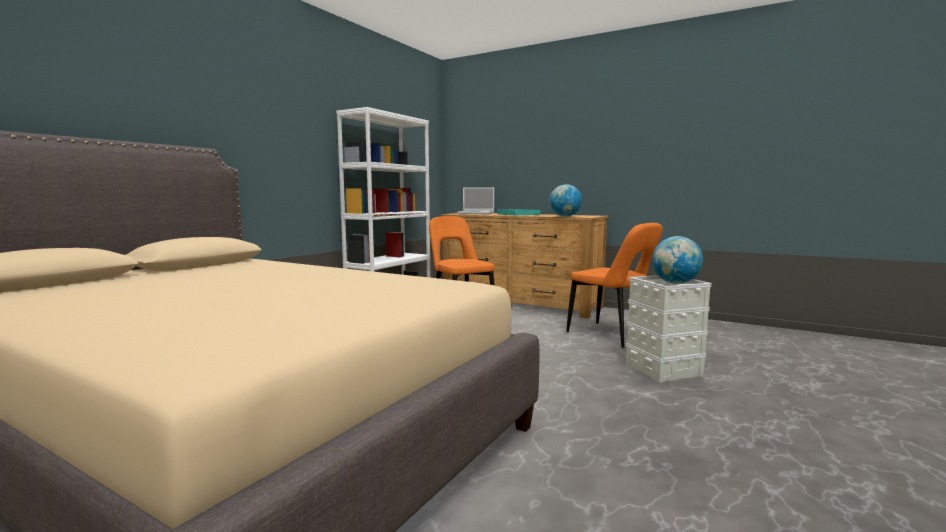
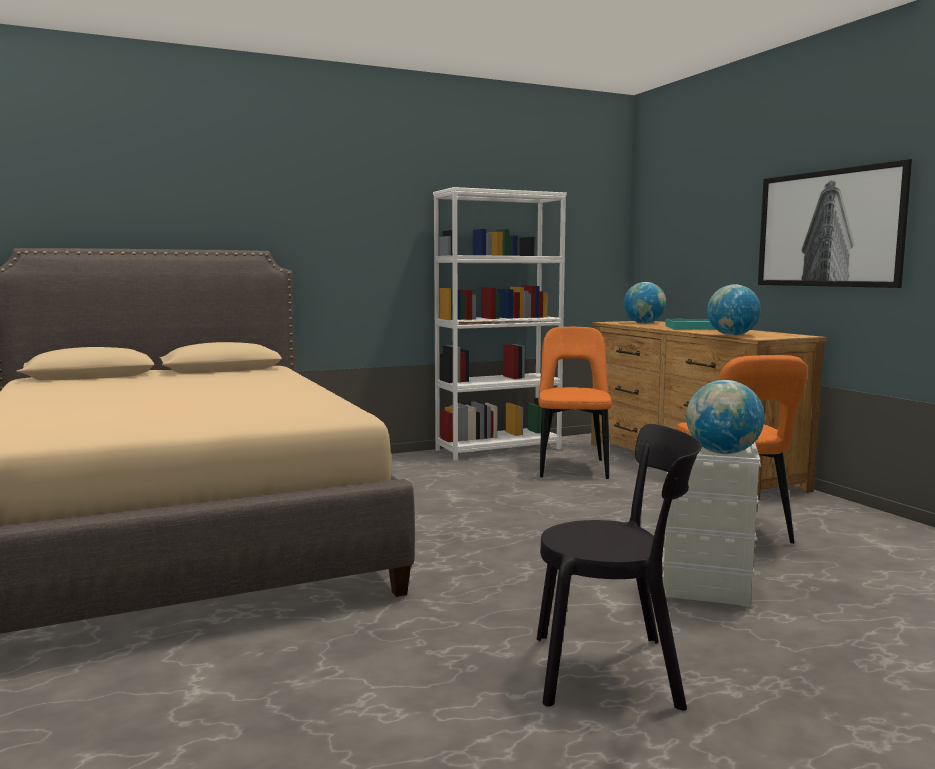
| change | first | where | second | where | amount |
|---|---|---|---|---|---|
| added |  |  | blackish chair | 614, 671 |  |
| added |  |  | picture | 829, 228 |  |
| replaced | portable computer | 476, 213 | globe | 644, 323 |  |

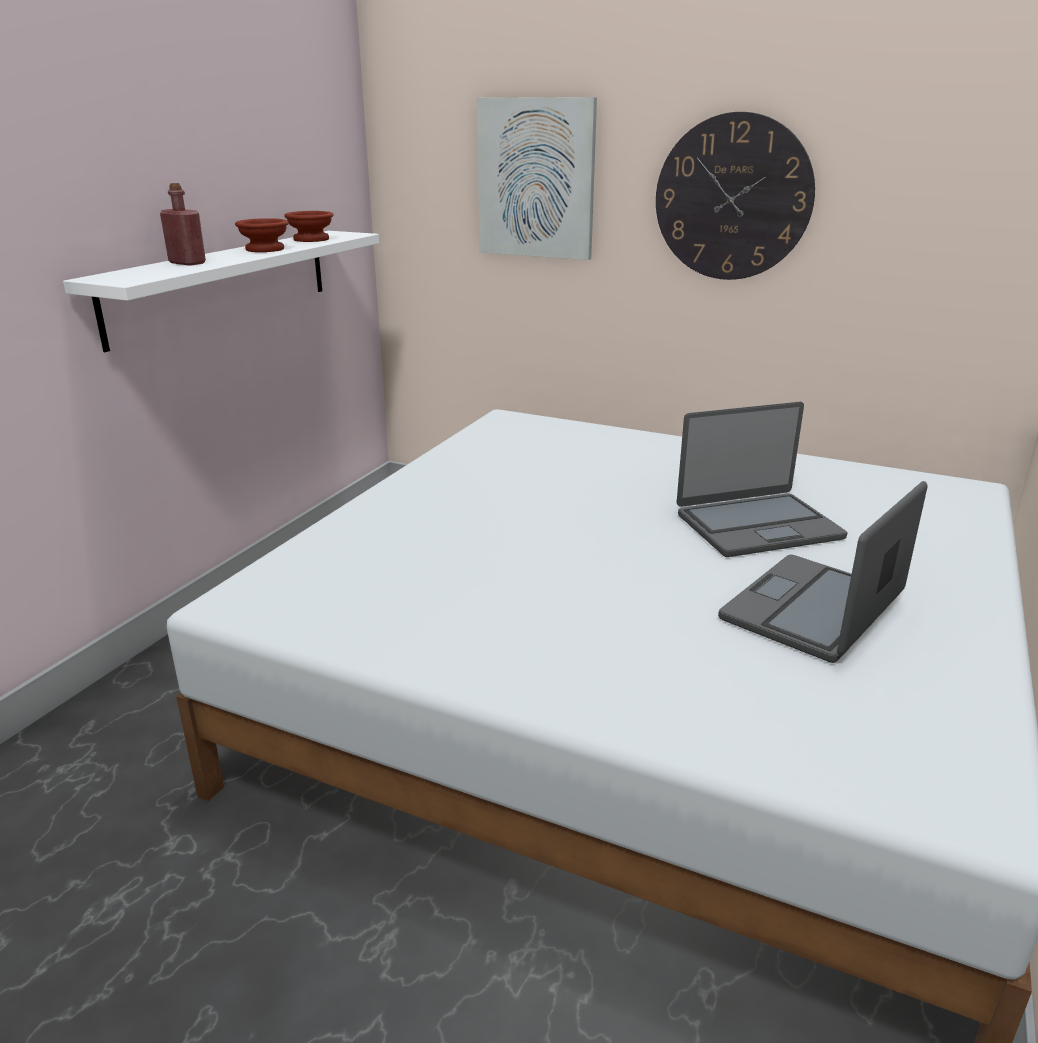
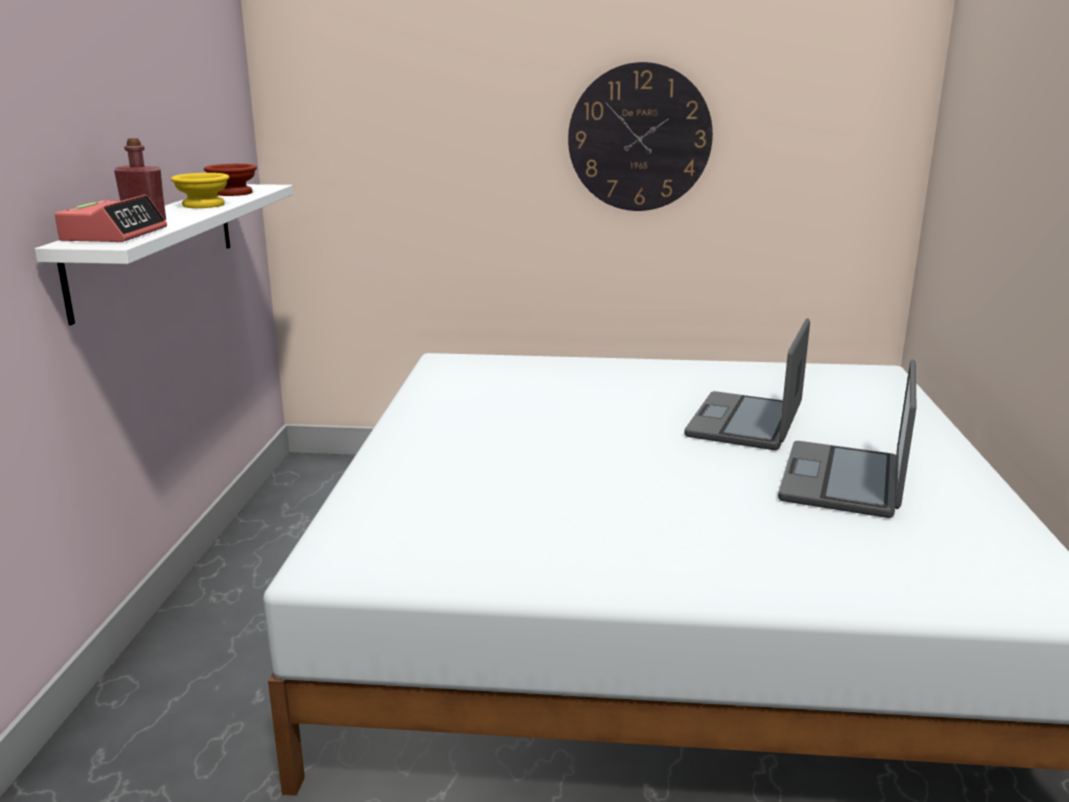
| change | first | where | second | where | amount |
|---|---|---|---|---|---|
| removed | picture | 536, 179 |  |  |  |
| added |  |  | bedside clock | 115, 234 |  |
| recoloured | brown-coloured deep dish | 266, 249 | yellow deep dish | 205, 205 |  |
| turned | portable computer | 757, 526 |  | 746, 423 | 150 degrees clockwise |

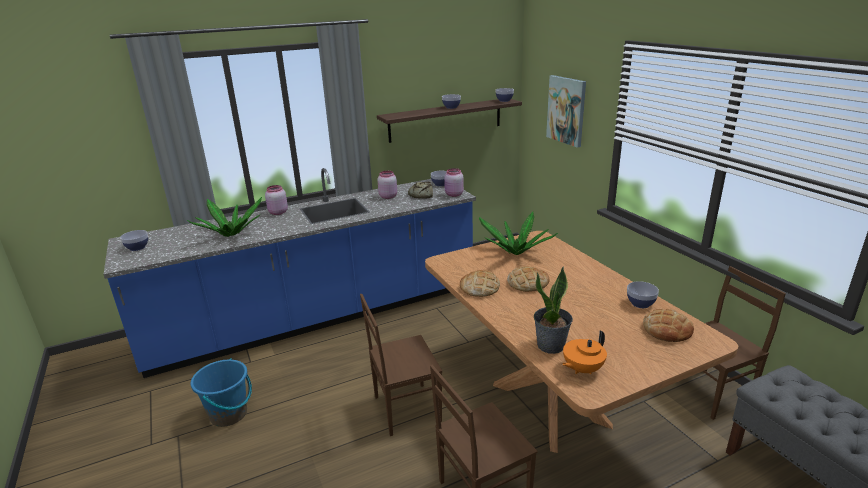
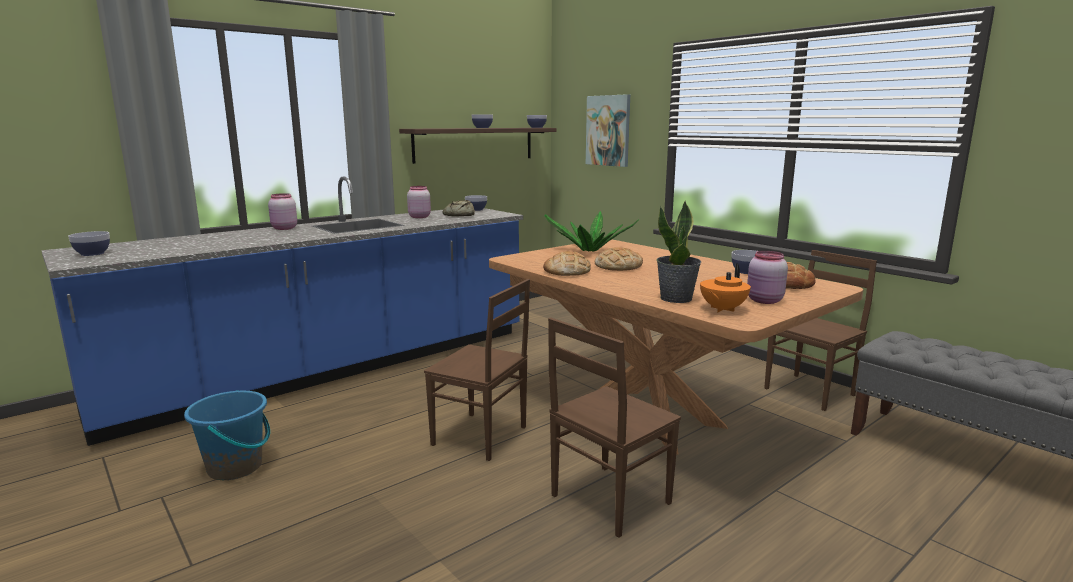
| change | first | where | second | where | amount |
|---|---|---|---|---|---|
| removed | plant in a pot | 231, 234 |  |  |  |
| moved | pink preserve jar | 453, 194 |  | 764, 301 |  |
| turned | brown-coloured chair | 405, 408 |  | 480, 437 | 120 degrees counterclockwise |

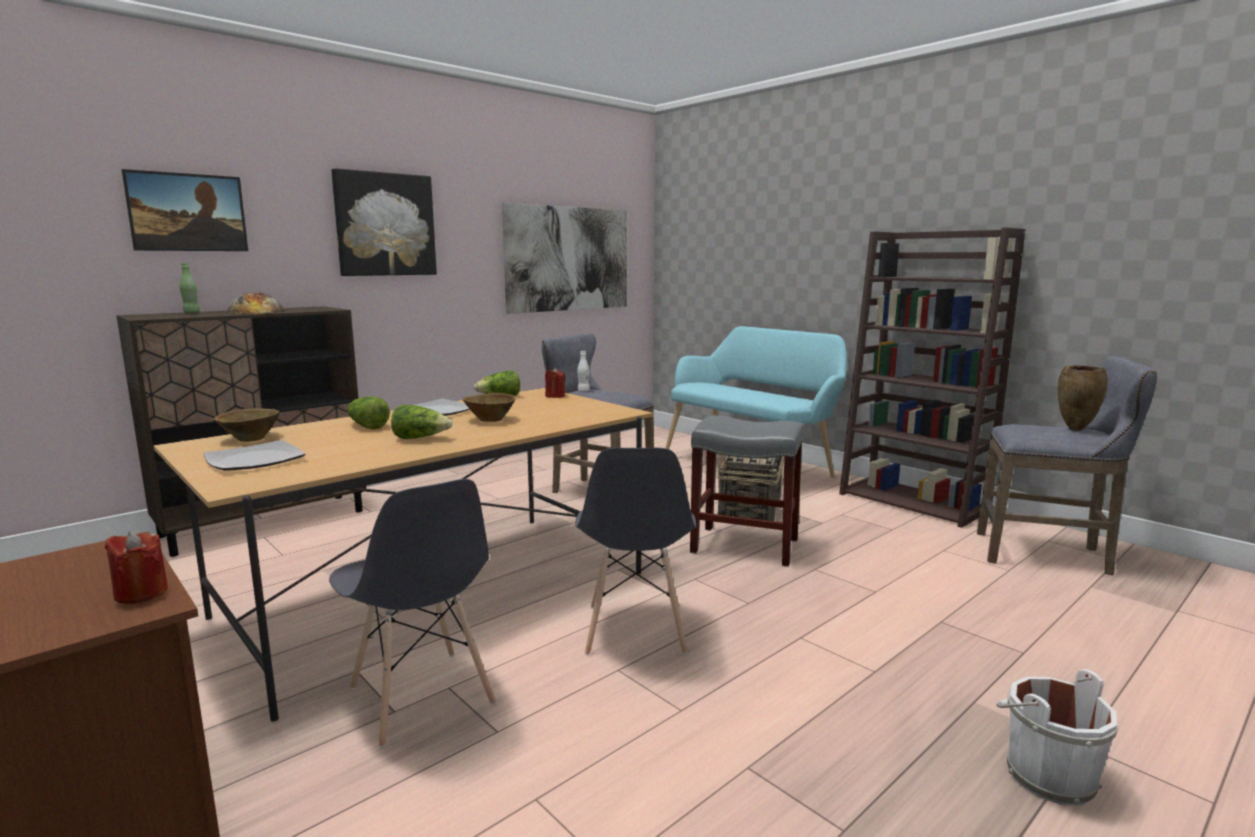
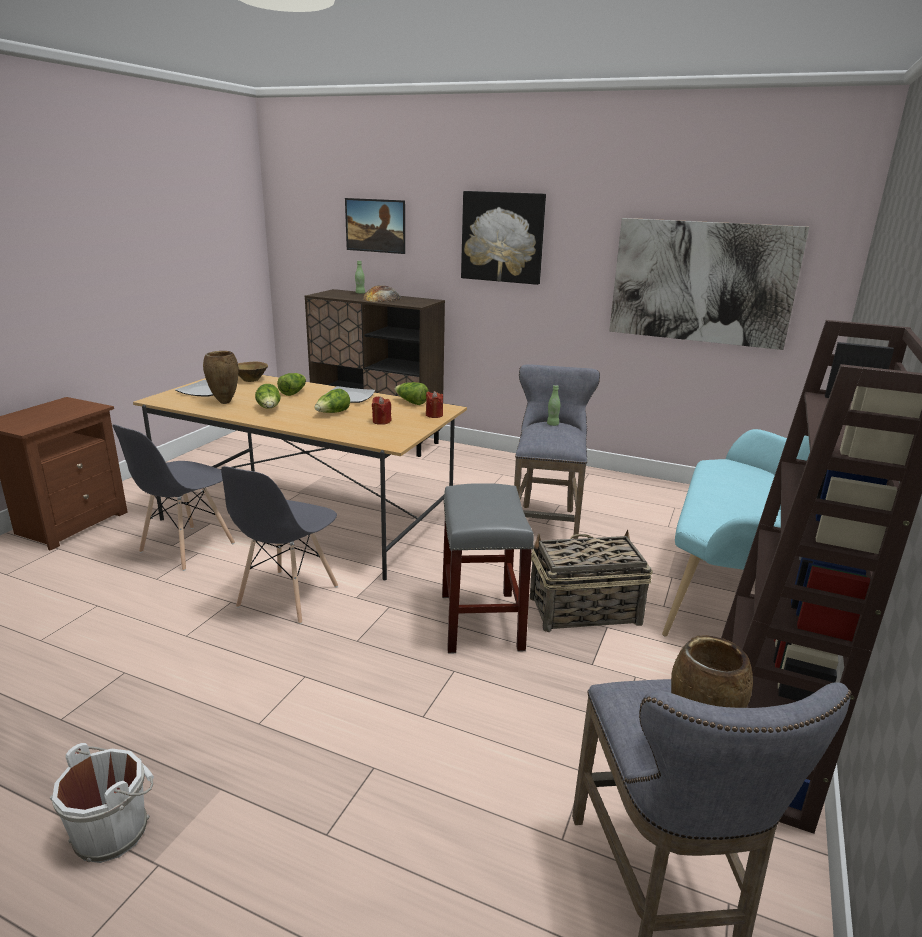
| change | first | where | second | where | amount |
|---|---|---|---|---|---|
| added |  |  | brown-coloured vase | 224, 402 |  |
| moved | reddish wax candle | 141, 593 |  | 381, 421 |  |
| replaced | brown-coloured deep dish | 490, 419 | lettuce | 333, 413 |  |
| recoloured | white-coloured beverage bottle | 583, 391 | green-coloured beverage bottle | 552, 424 |  |
| turned | greyish chair | 635, 630 |  | 288, 597 | 45 degrees counterclockwise |

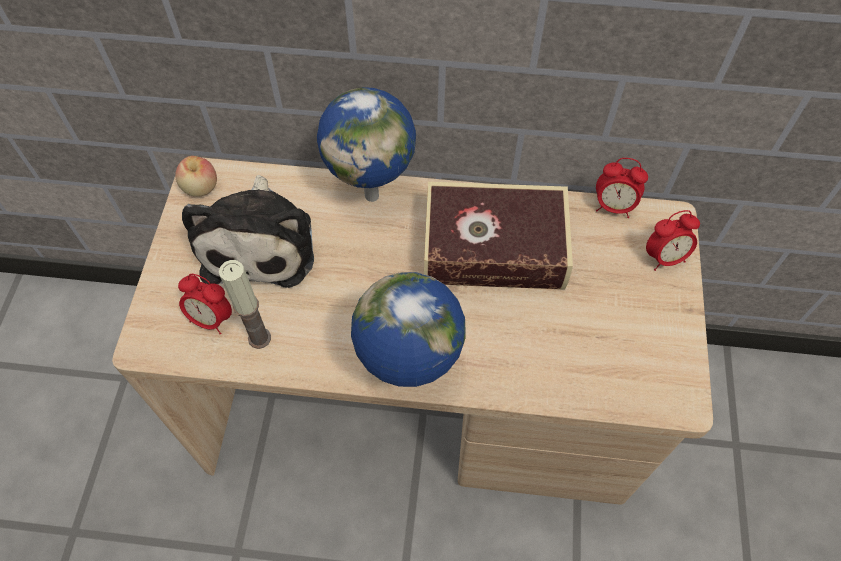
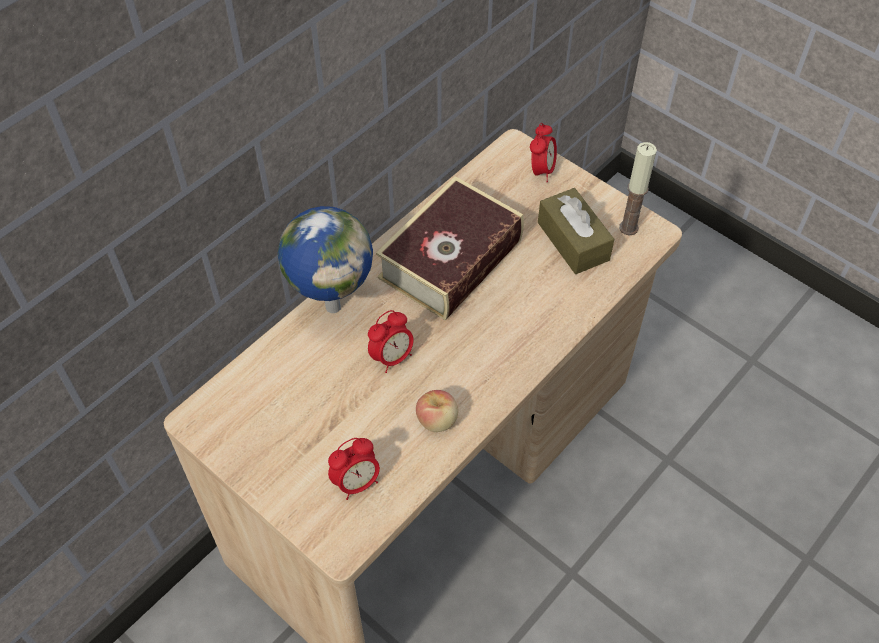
| change | first | where | second | where | amount |
|---|---|---|---|---|---|
| removed | soft toy | 260, 242 |  |  |  |
| removed | globe | 409, 375 |  |  |  |
| added |  |  | brown-coloured tissue box | 573, 241 |  |
| moved | apple | 200, 188 |  | 437, 420 |  |
| moved | wax candle | 259, 338 |  | 628, 227 |  |
| moved | bedside clock | 613, 207 |  | 392, 357 |  |

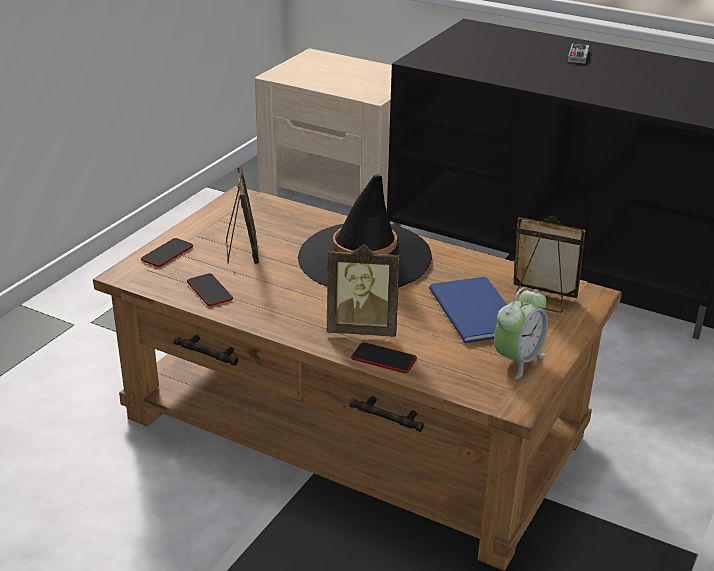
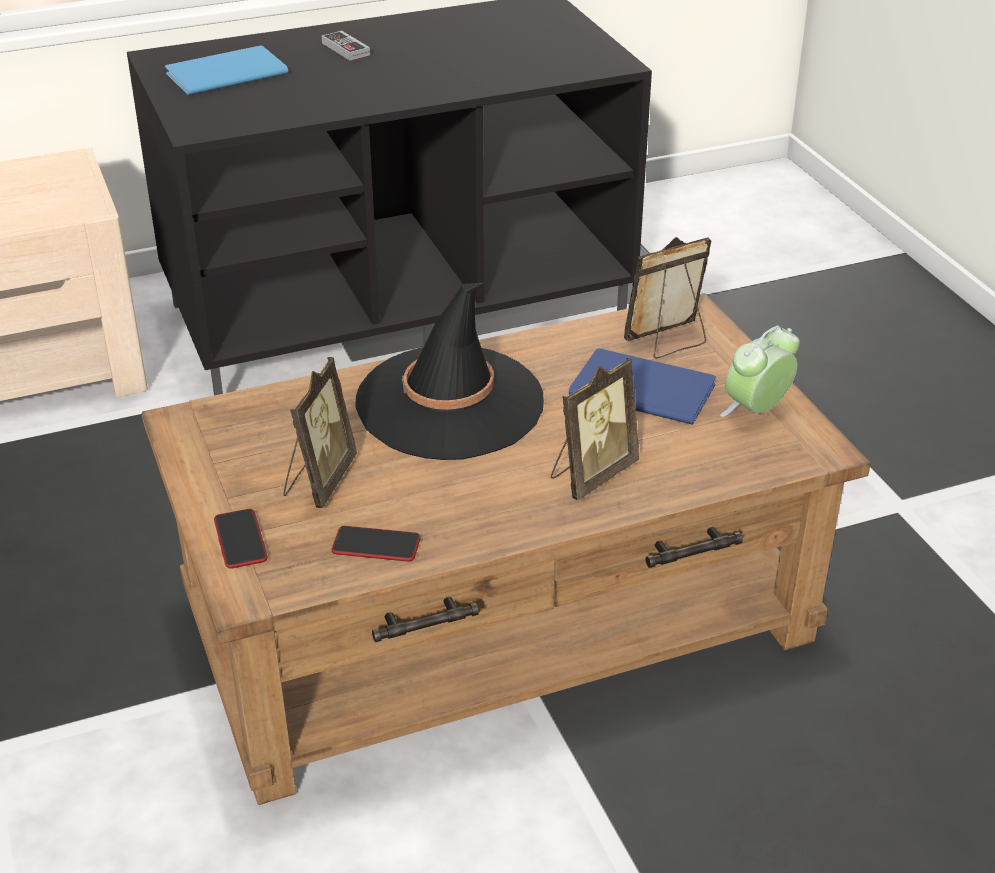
| change | first | where | second | where | amount |
|---|---|---|---|---|---|
| removed | telephone | 384, 359 |  |  |  |
| added |  |  | blue-coloured bound book | 222, 73 |  |
| turned | picture frame | 242, 252 |  | 318, 481 | 75 degrees clockwise |
| turned | bedside clock | 518, 360 |  | 756, 410 | 120 degrees counterclockwise |

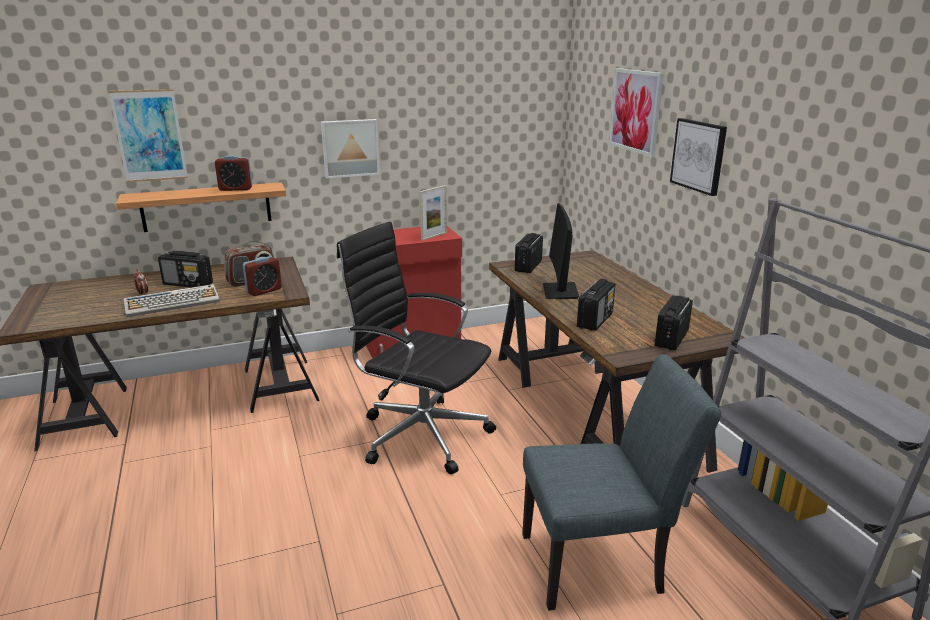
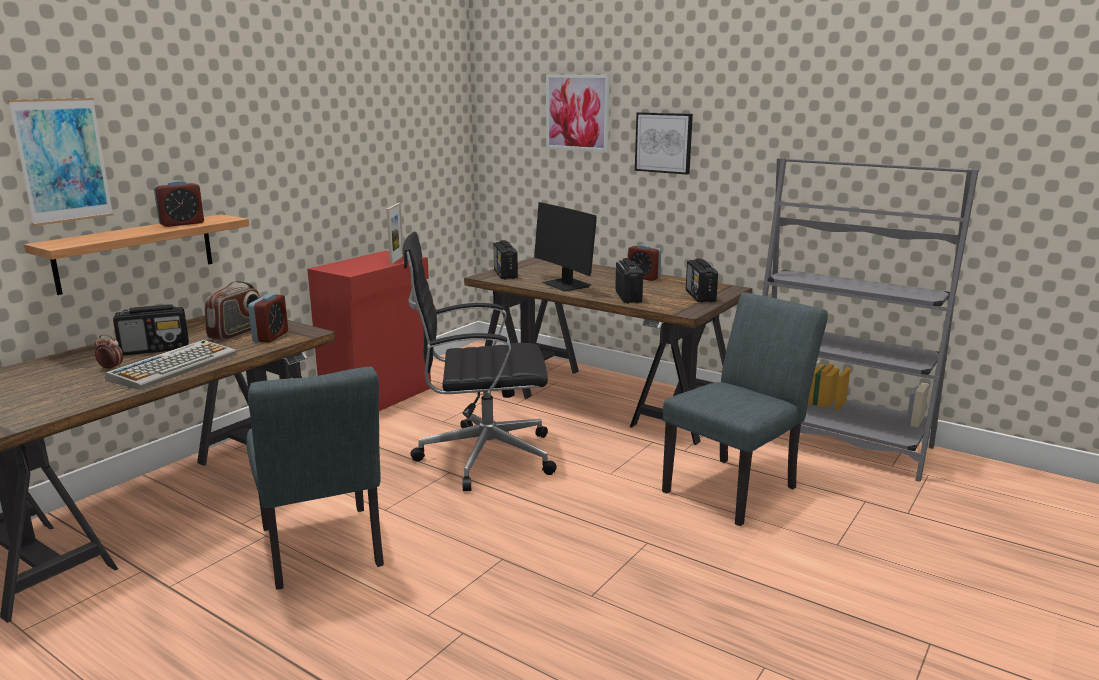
| change | first | where | second | where | amount |
|---|---|---|---|---|---|
| removed | picture | 350, 148 |  |  |  |
| added |  |  | greyish chair | 323, 552 |  |
| added |  |  | bedside clock | 643, 277 |  |

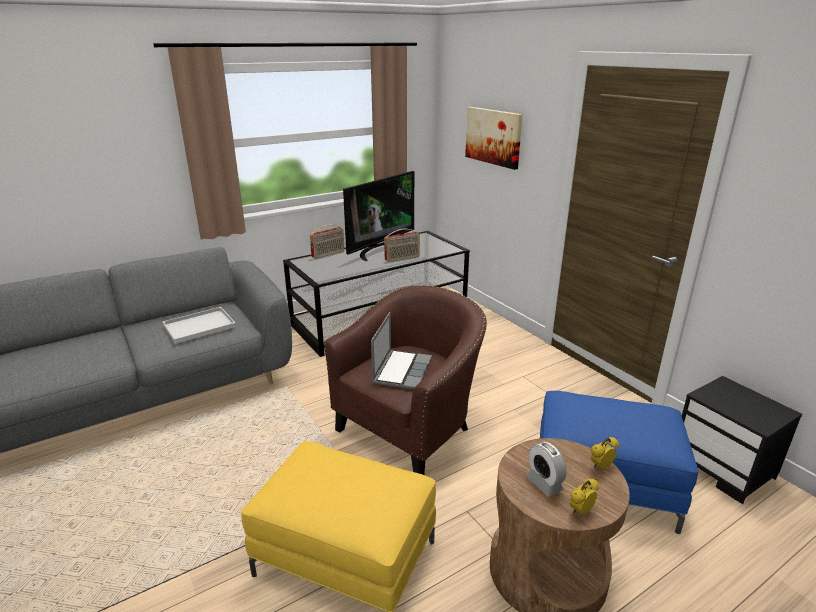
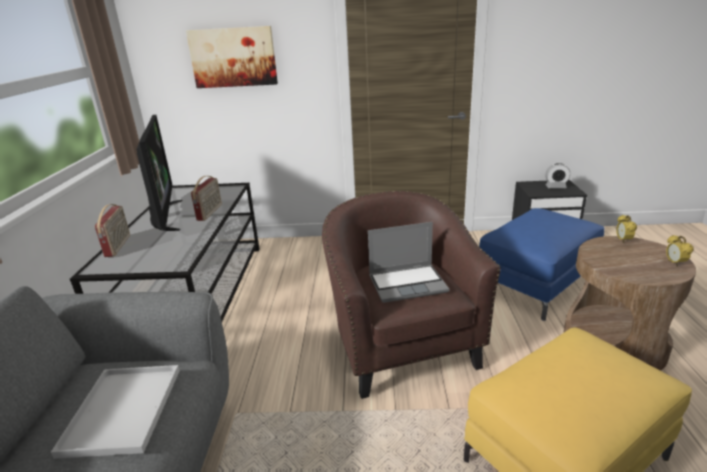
| change | first | where | second | where | amount |
|---|---|---|---|---|---|
| moved | bedside clock | 544, 483 |  | 555, 187 |  |
| turned | portable computer | 401, 370 |  | 408, 284 | 120 degrees clockwise |

